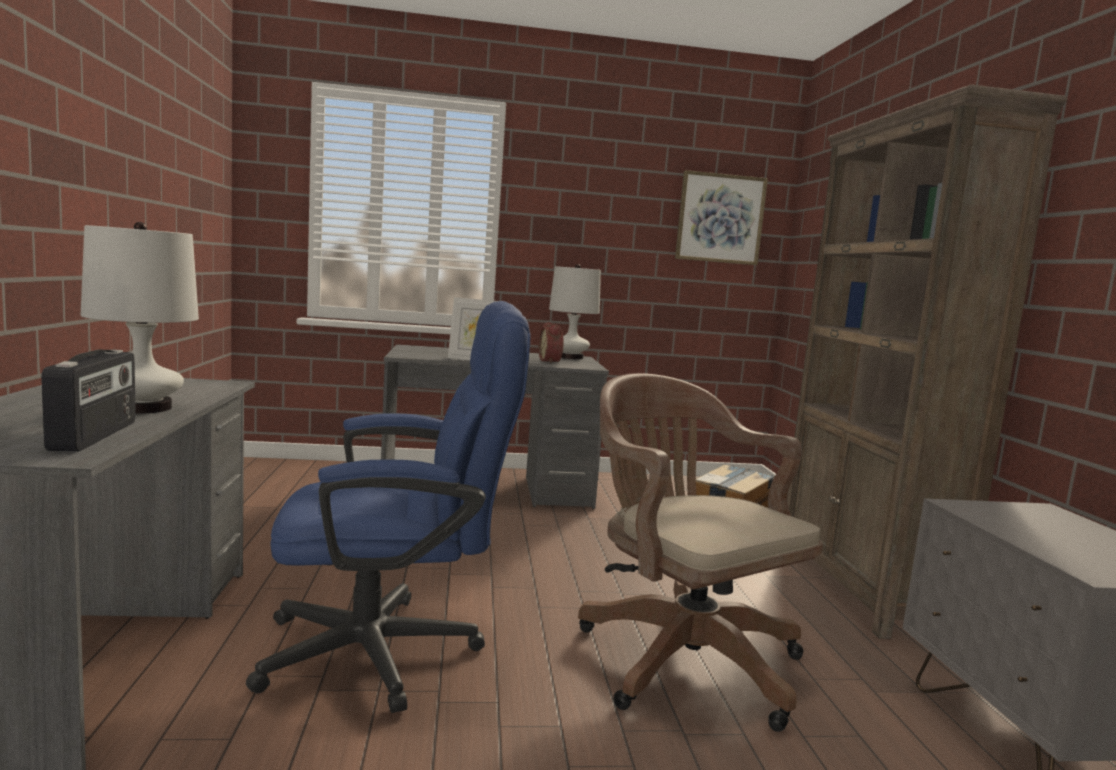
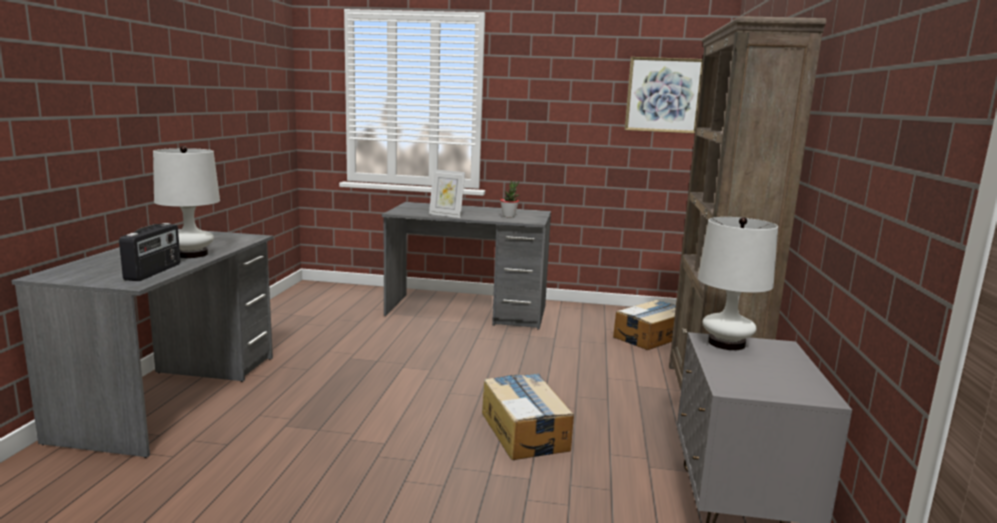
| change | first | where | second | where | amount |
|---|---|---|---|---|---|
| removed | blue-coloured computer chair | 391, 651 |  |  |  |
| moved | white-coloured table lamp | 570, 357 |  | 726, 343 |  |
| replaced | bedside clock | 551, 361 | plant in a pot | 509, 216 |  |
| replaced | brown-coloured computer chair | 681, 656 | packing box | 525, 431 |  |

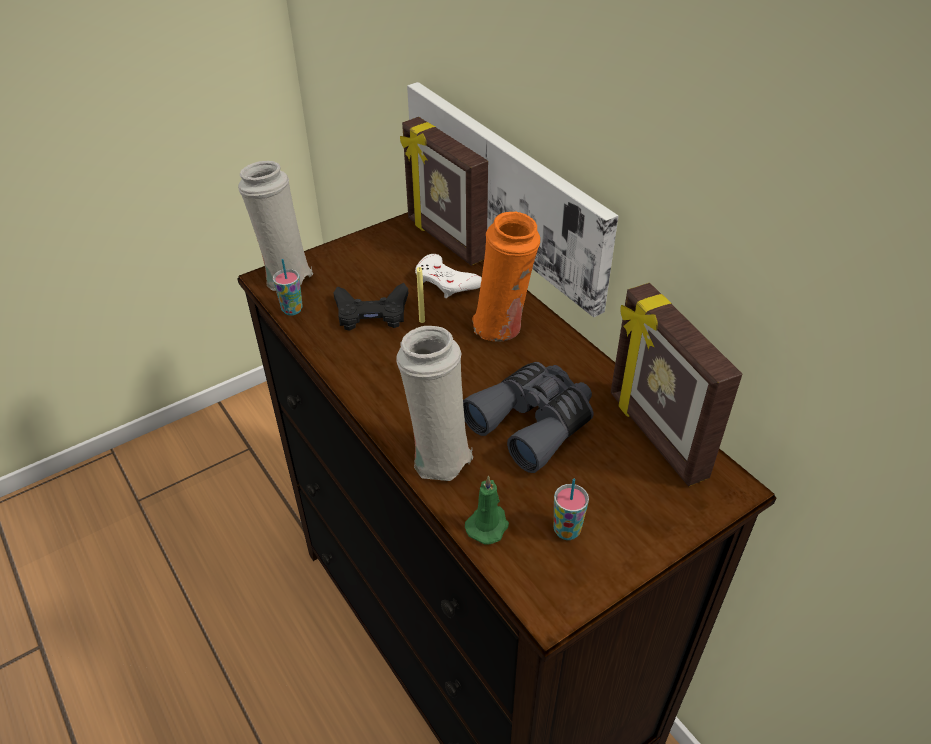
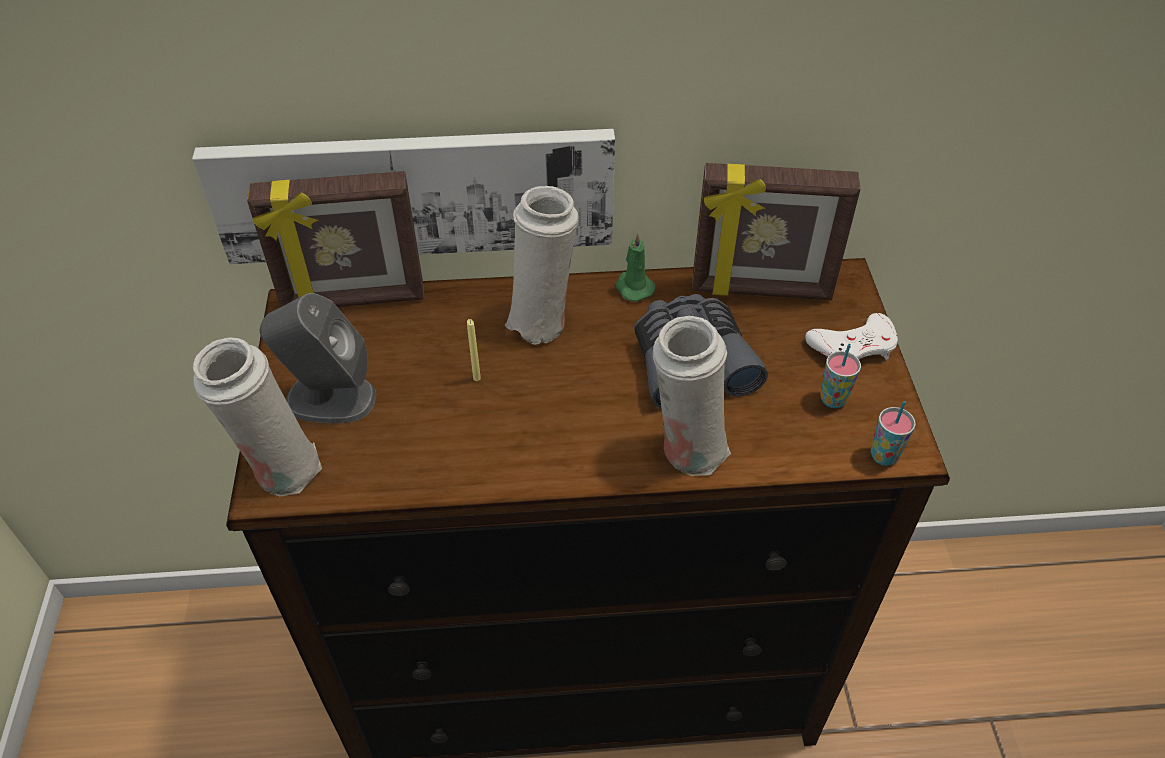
| change | first | where | second | where | amount |
|---|---|---|---|---|---|
| removed | blackish gamepad | 371, 313 |  |  |  |
| added |  |  | greyish audio speaker | 329, 398 |  |
| moved | small cup | 292, 310 |  | 884, 456 |  |
| moved | white-coloured gamepad | 446, 282 |  | 853, 346 |  |
| moved | green-coloured wax candle | 488, 525 |  | 633, 287 |  |
| recoloured | orangey vase | 503, 328 | white-coloured vase | 542, 321 |  |

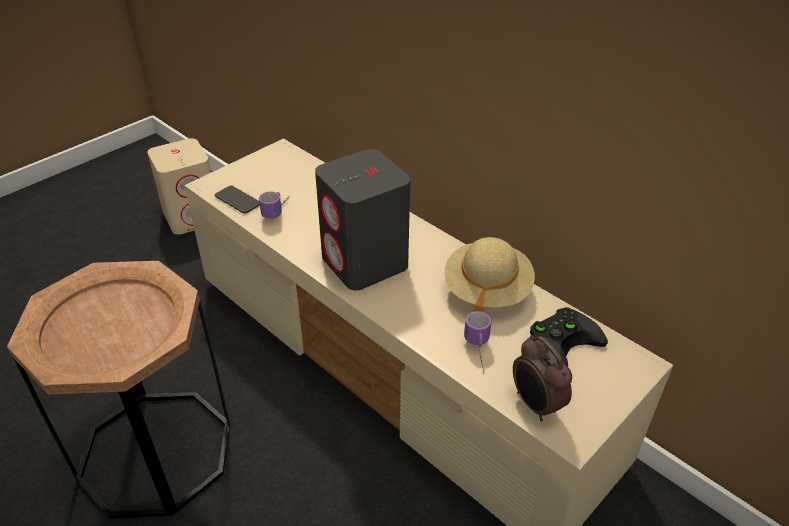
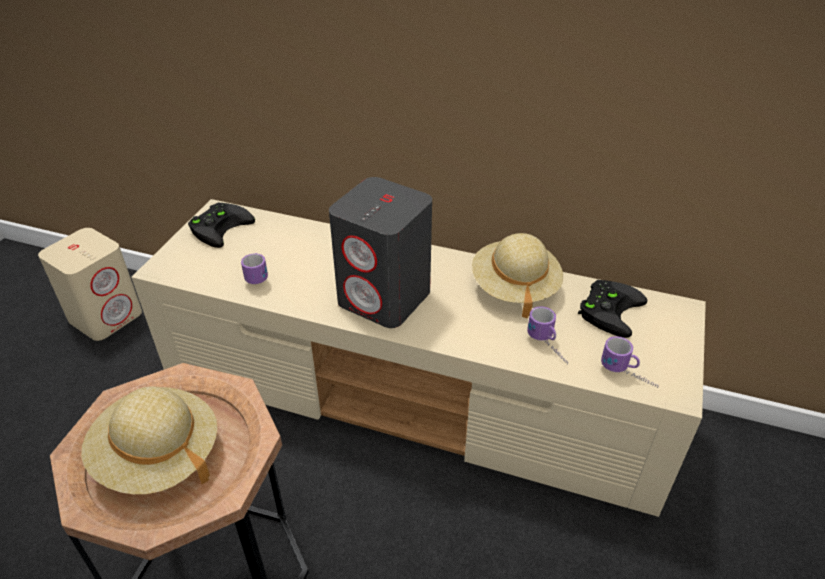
| change | first | where | second | where | amount |
|---|---|---|---|---|---|
| removed | telephone | 237, 200 |  |  |  |
| added |  |  | beige-coloured clothing hat | 158, 457 |  |
| added |  |  | blackish gamepad | 220, 226 |  |
| replaced | bedside clock | 535, 405 | tea mug | 628, 376 |  |

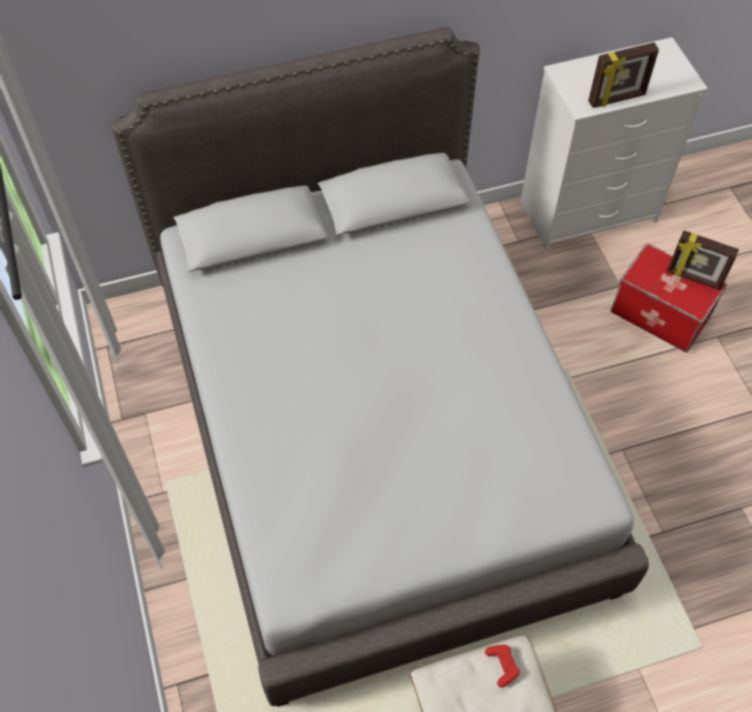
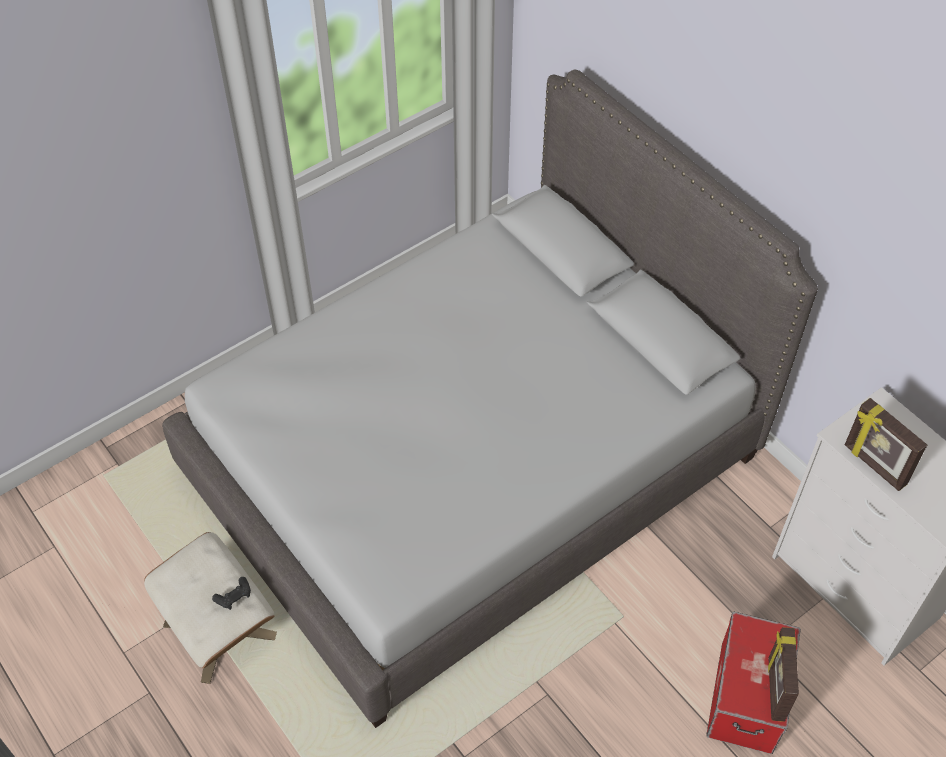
| change | first | where | second | where | amount |
|---|---|---|---|---|---|
| recoloured | reddish gamepad | 502, 665 | blackish gamepad | 234, 596 |  |

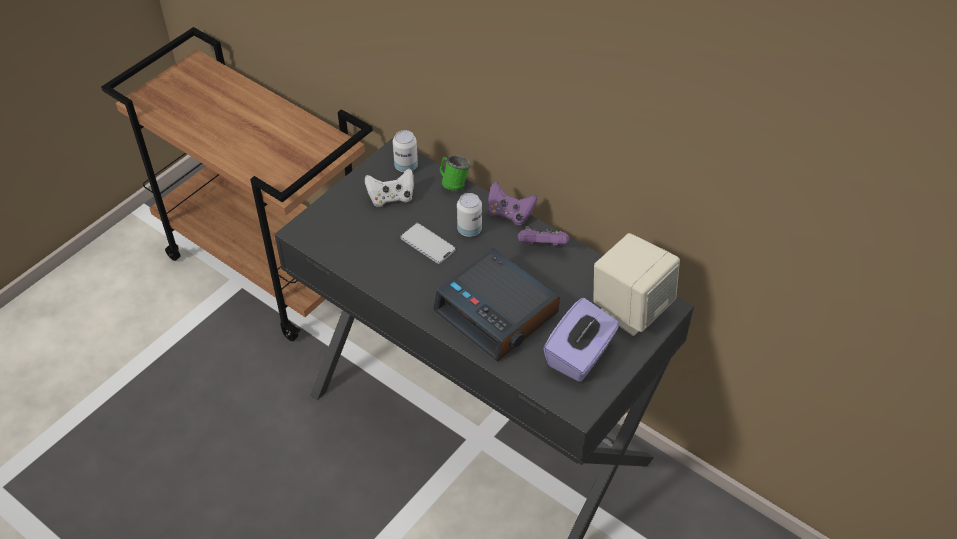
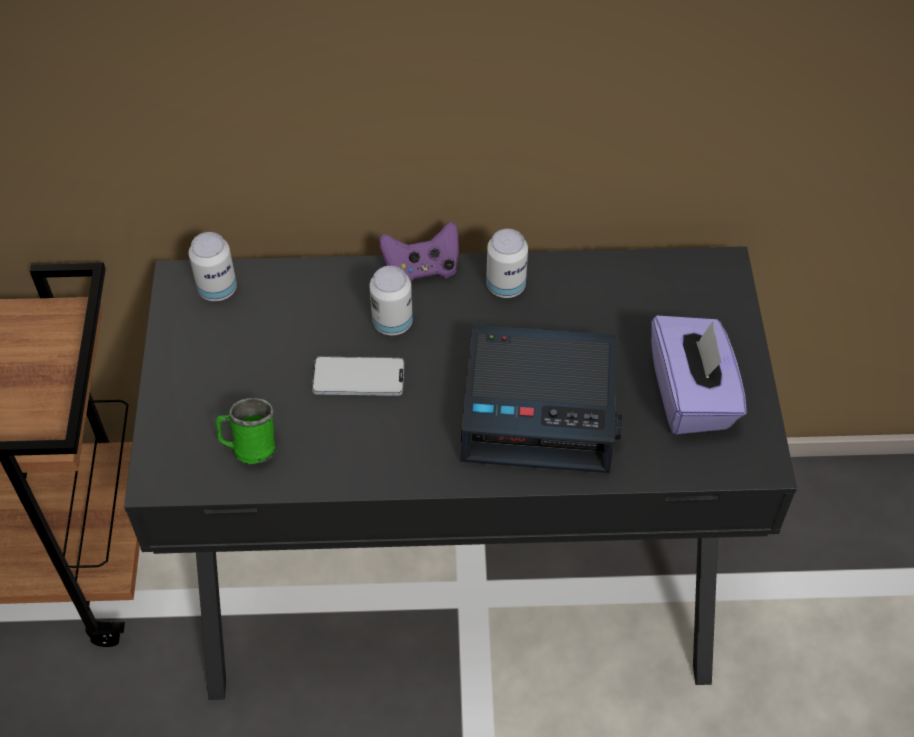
| change | first | where | second | where | amount |
|---|---|---|---|---|---|
| removed | white-coloured gamepad | 391, 198 |  |  |  |
| removed | beige-coloured audio speaker | 630, 309 |  |  |  |
| moved | green-coloured tea mug | 453, 183 |  | 249, 447 |  |
| replaced | purple-coloured gamepad | 542, 247 | metal can | 505, 286 |  |

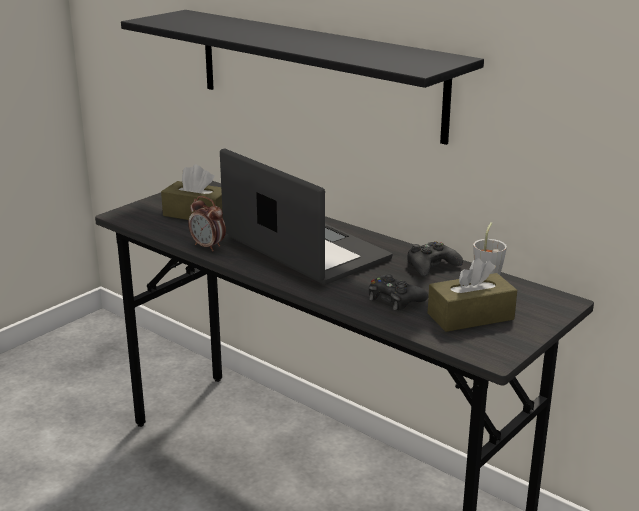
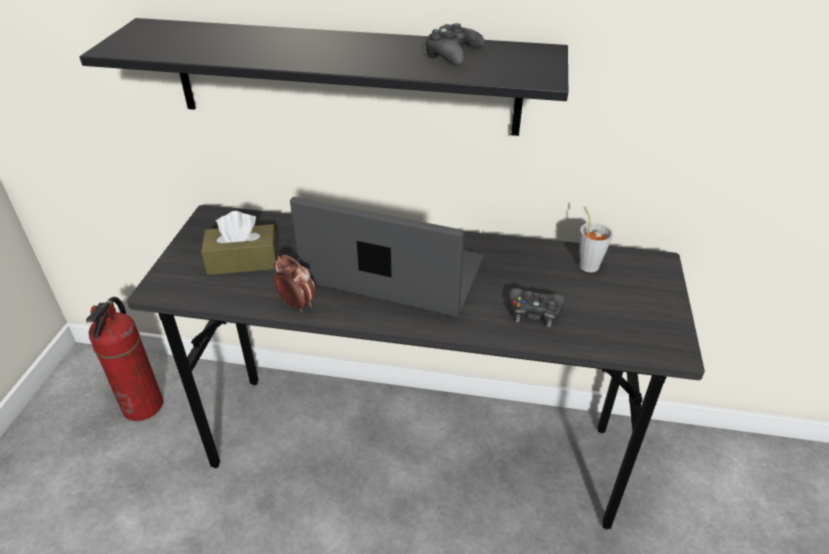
| change | first | where | second | where | amount |
|---|---|---|---|---|---|
| removed | brown-coloured tissue box | 470, 316 |  |  |  |
| added |  |  | fire extinguisher | 144, 406 |  |
| moved | blackish gamepad | 431, 266 |  | 452, 54 |  |
| turned | bedside clock | 208, 246 |  | 297, 304 | 150 degrees counterclockwise |

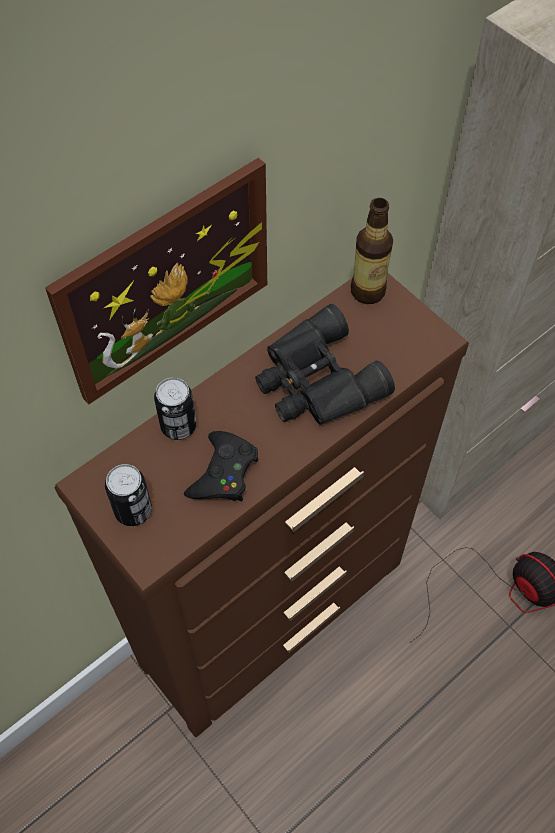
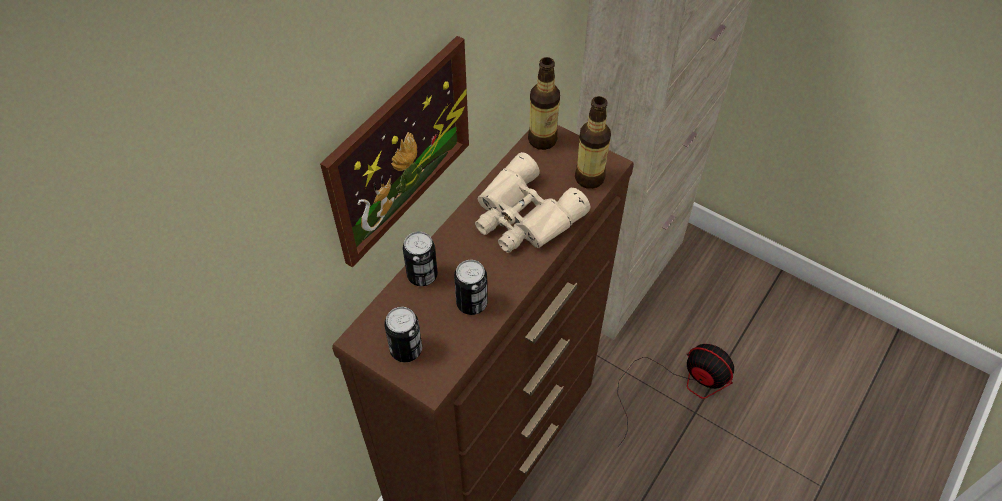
| change | first | where | second | where | amount |
|---|---|---|---|---|---|
| added |  |  | beverage bottle | 589, 178 |  |
| replaced | blackish gamepad | 224, 473 | metal can | 471, 303 |  |
| recoloured | blackish binoculars | 315, 381 | beige-coloured binoculars | 523, 217 |  |

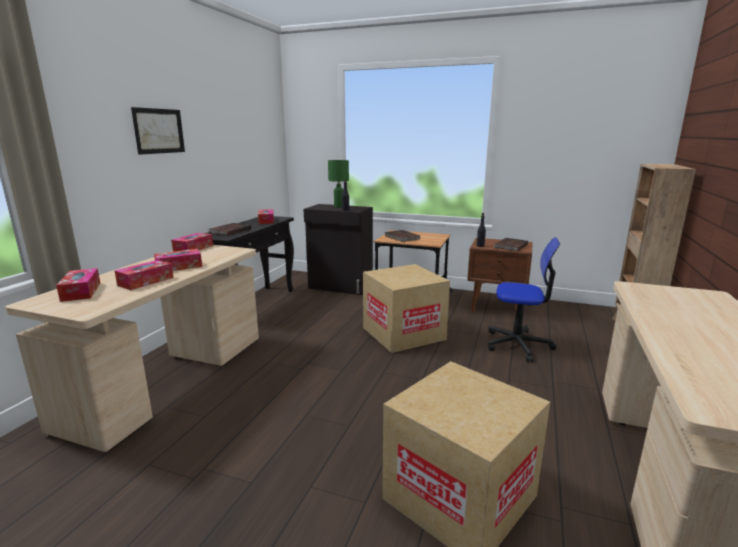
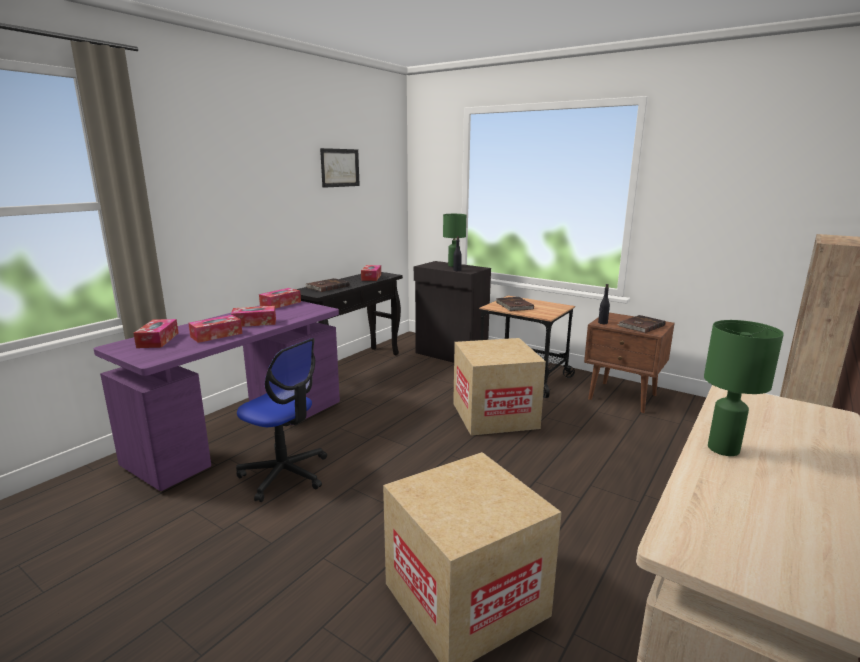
| change | first | where | second | where | amount |
|---|---|---|---|---|---|
| added |  |  | green-coloured table lamp | 723, 448 |  |
| moved | picture | 159, 131 |  | 340, 167 |  |
| moved | computer chair | 518, 345 |  | 285, 474 |  |
| recoloured | beige-coloured desk unit | 171, 380 | purple-coloured desk unit | 242, 432 |  |

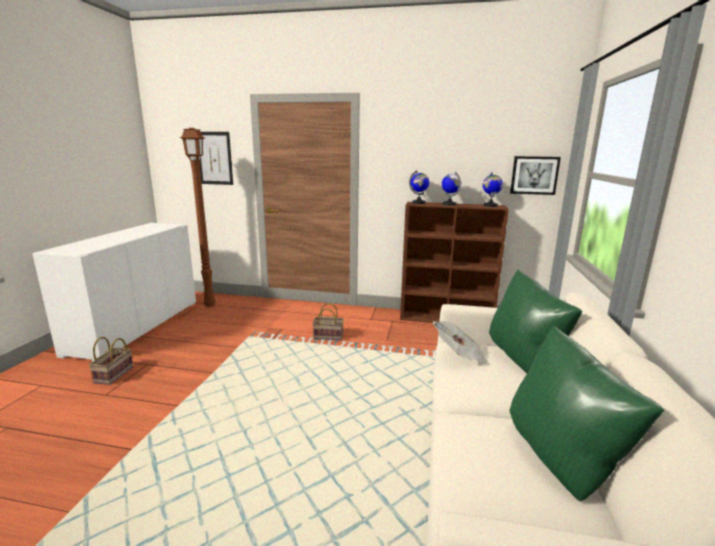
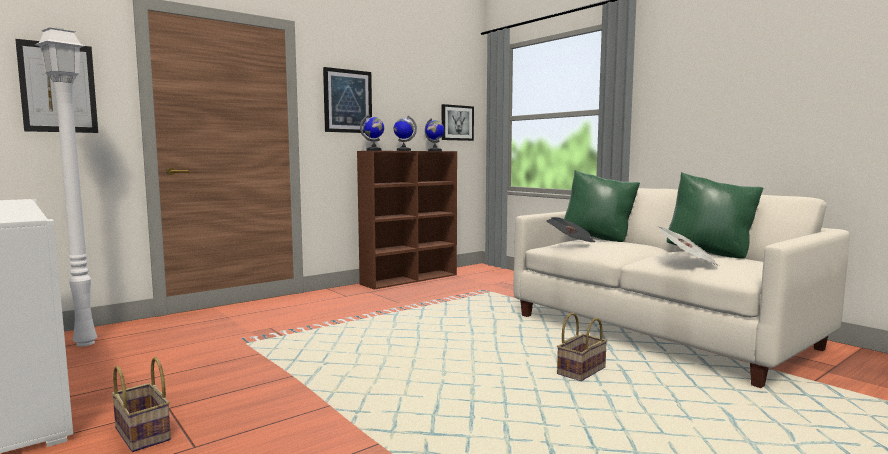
| change | first | where | second | where | amount |
|---|---|---|---|---|---|
| added |  |  | picture | 347, 101 |  |
| added |  |  | printed paper | 687, 261 |  |
| moved | storage basket | 329, 336 |  | 581, 371 |  |
| recoloured | brown-coloured standing lamp | 211, 305 | white-coloured standing lamp | 86, 343 |  |

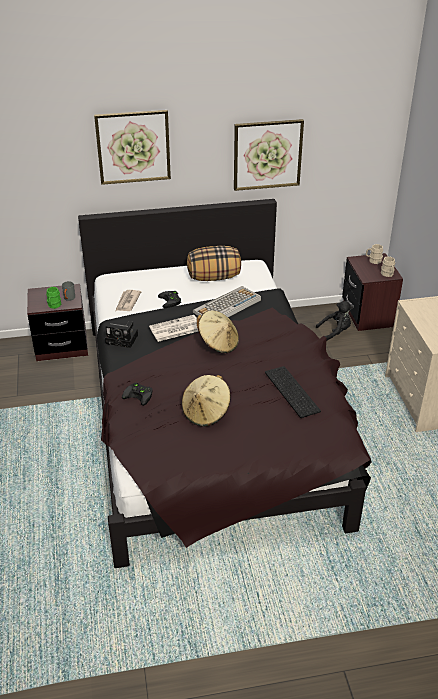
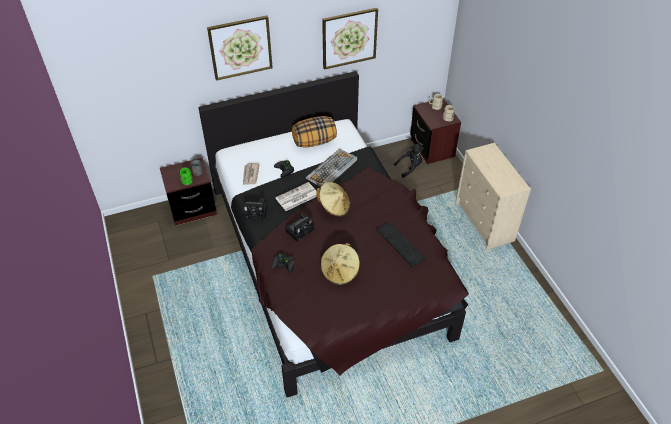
| change | first | where | second | where | amount |
|---|---|---|---|---|---|
| added |  |  | photo camera | 300, 229 |  |

